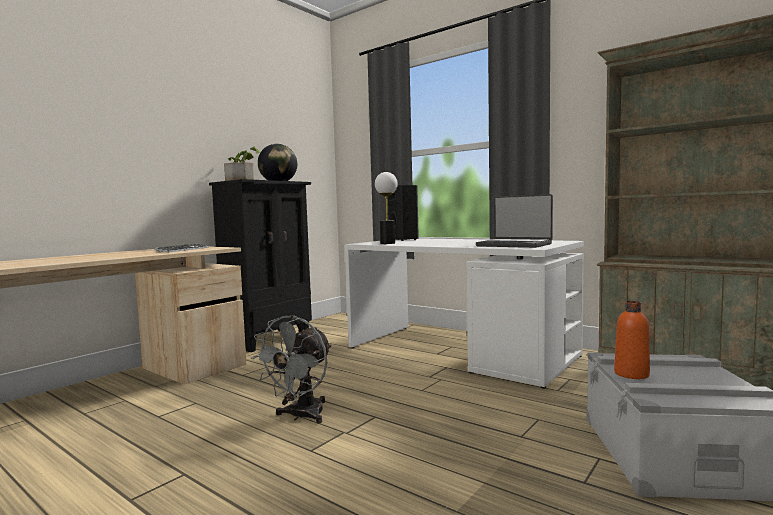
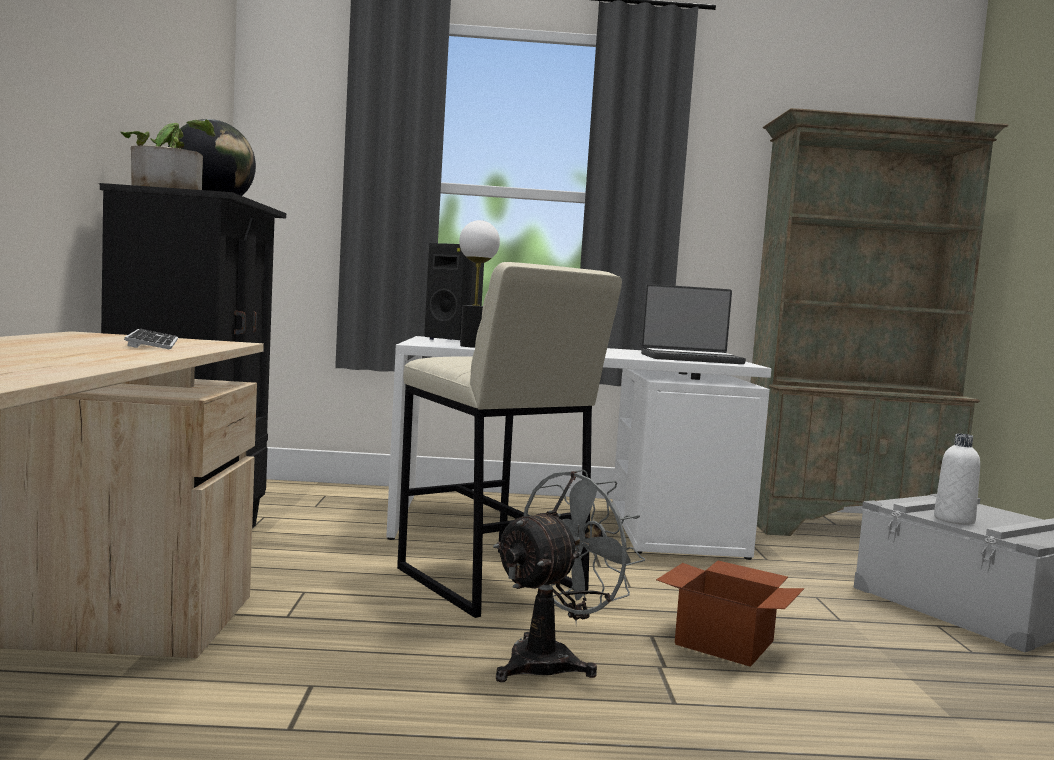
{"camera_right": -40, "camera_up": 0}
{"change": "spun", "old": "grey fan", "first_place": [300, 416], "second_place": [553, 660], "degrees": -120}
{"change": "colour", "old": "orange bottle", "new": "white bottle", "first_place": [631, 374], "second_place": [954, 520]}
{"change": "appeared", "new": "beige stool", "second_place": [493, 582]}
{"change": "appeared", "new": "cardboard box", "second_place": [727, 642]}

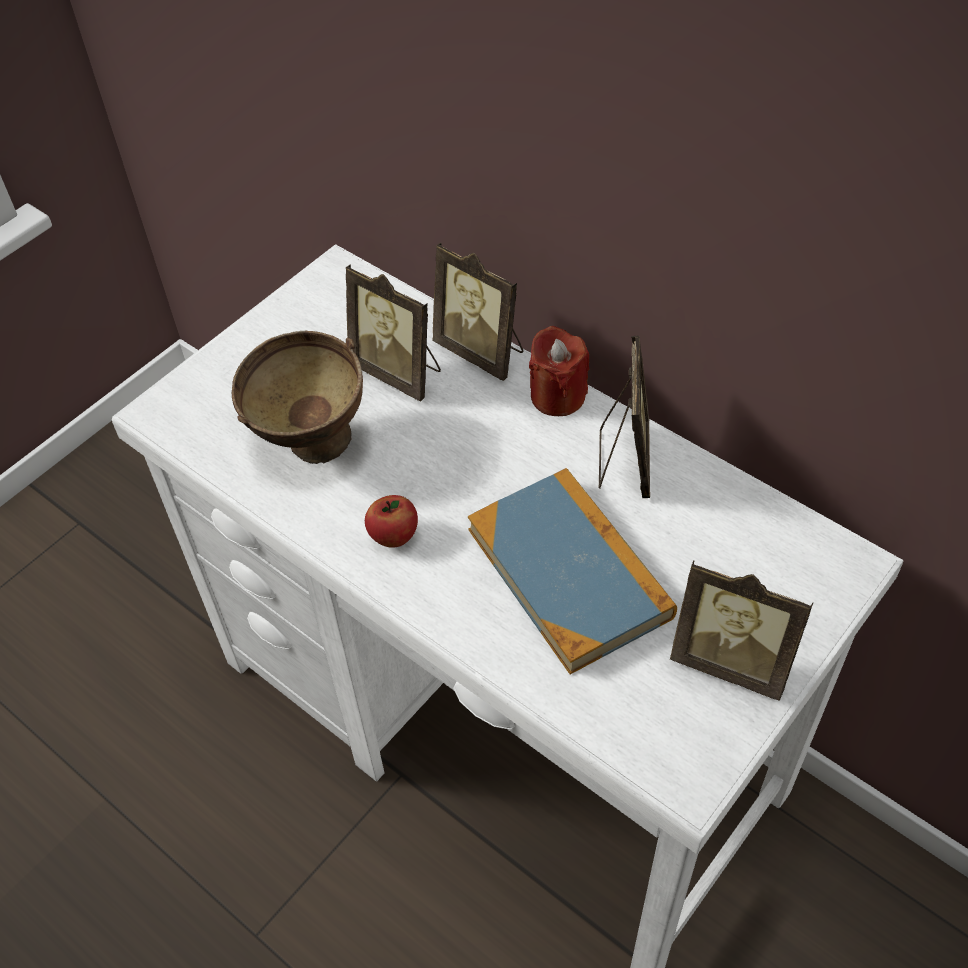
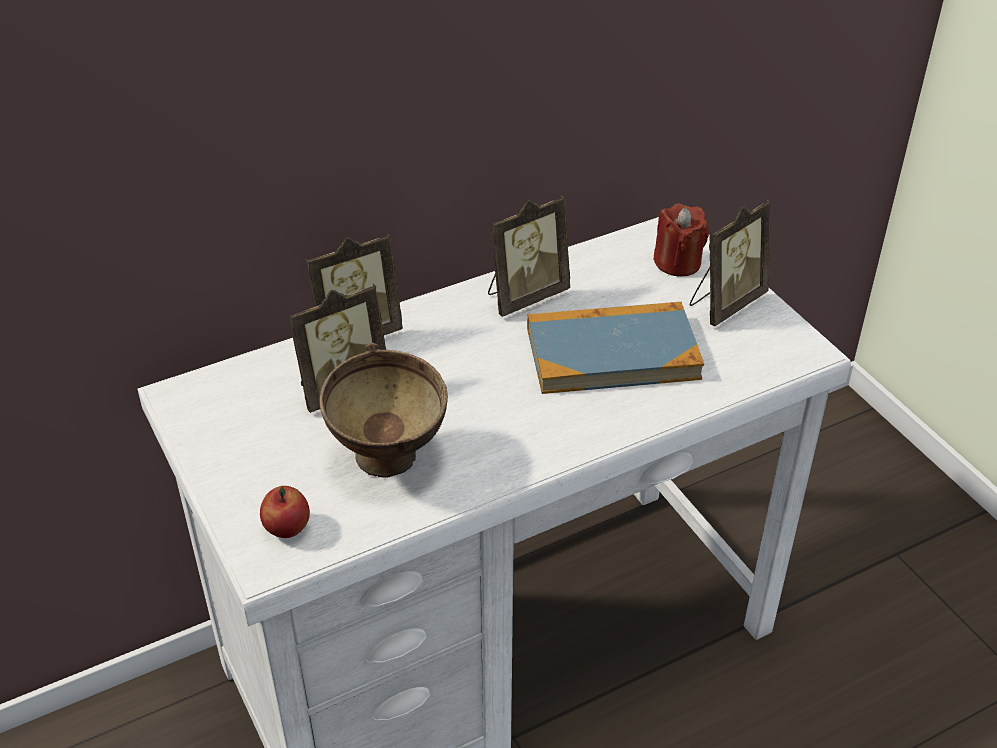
{"camera_right": -70, "camera_up": -10}
{"change": "relocated", "old": "apple", "first_place": [393, 536], "second_place": [287, 529]}
{"change": "relocated", "old": "red candle", "first_place": [557, 396], "second_place": [677, 263]}
{"change": "spun", "old": "picture frame", "first_place": [624, 461], "second_place": [525, 296], "degrees": 120}

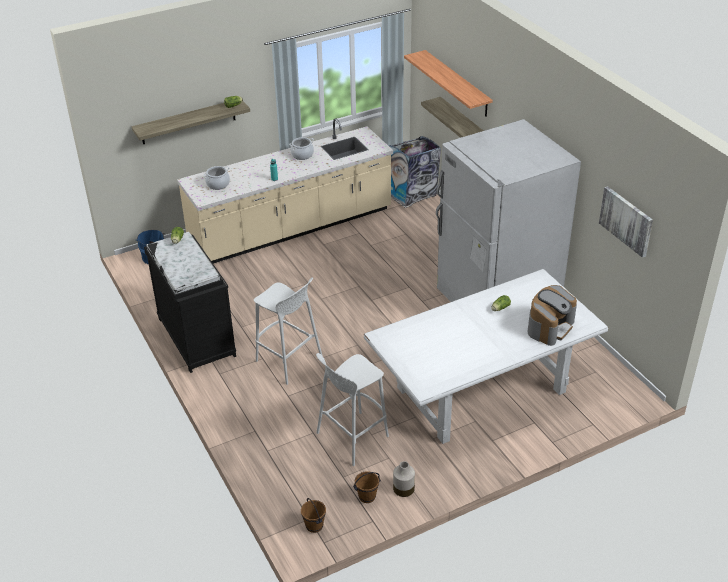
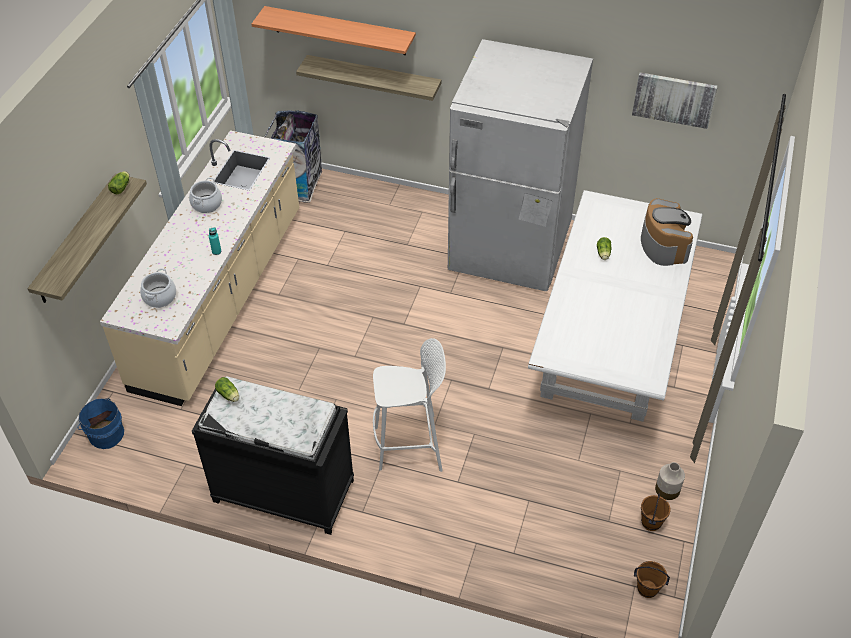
{"camera_right": -45, "camera_up": 10}
{"change": "missing", "old": "white stool", "first_place": [353, 437]}

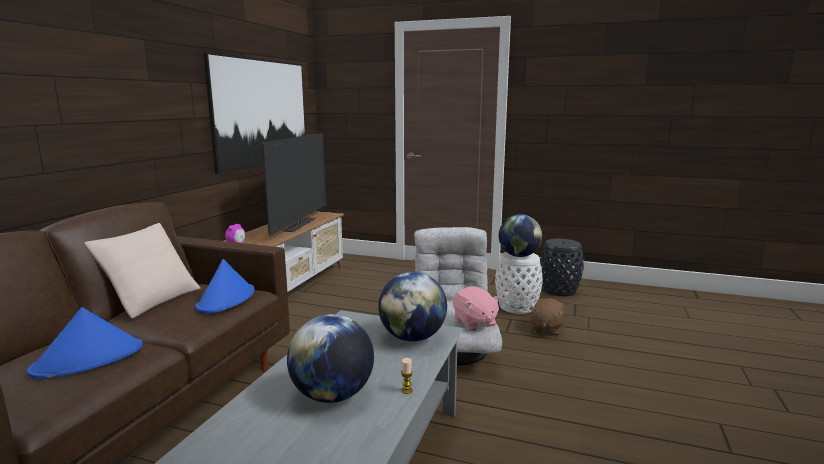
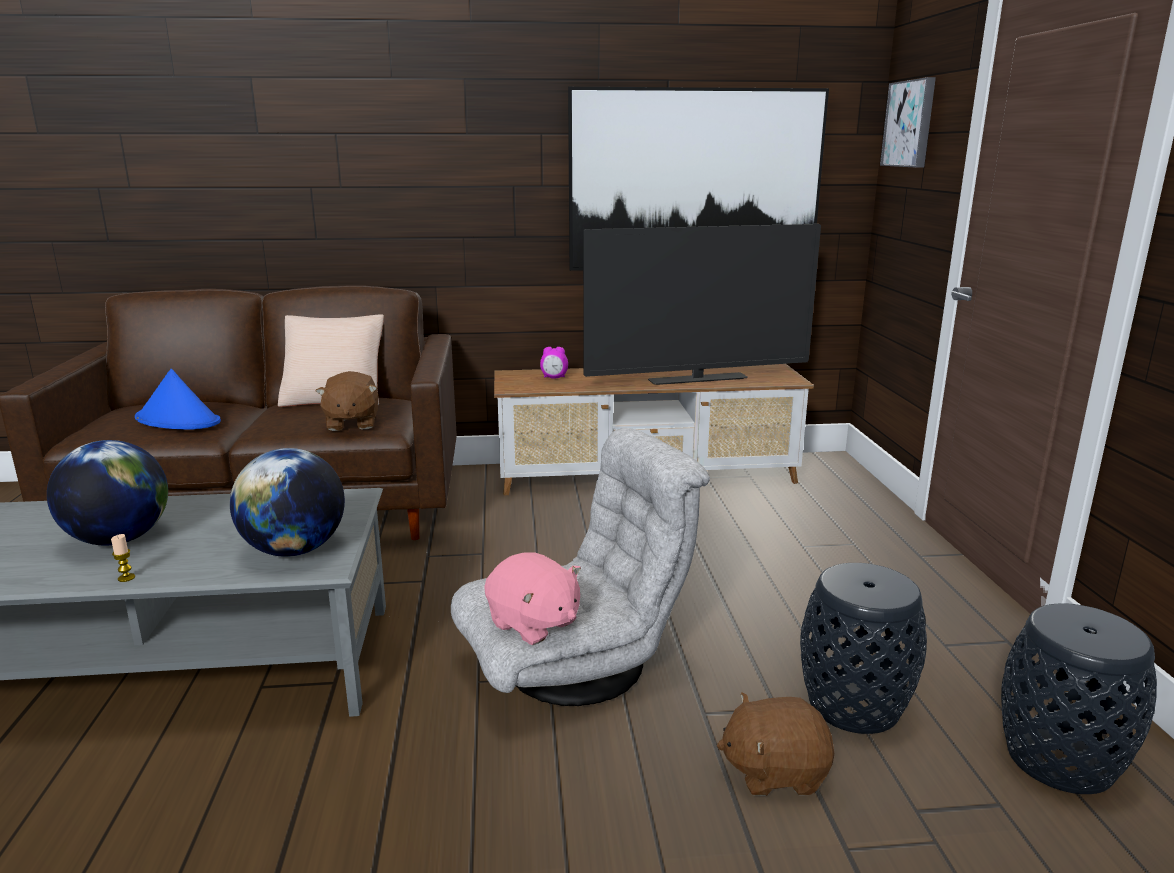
{"camera_right": 65, "camera_up": 5}
{"change": "exchanged", "old": "blue hat", "new": "brown plush toy", "first_place": [226, 299], "second_place": [351, 423]}
{"change": "spun", "old": "pink plush toy", "first_place": [474, 323], "second_place": [533, 624], "degrees": -90}
{"change": "colour", "old": "white stool", "new": "black stool", "first_place": [517, 307], "second_place": [854, 706]}
{"change": "missing", "old": "globe", "first_place": [519, 256]}
{"change": "appeared", "new": "picture", "second_place": [910, 124]}

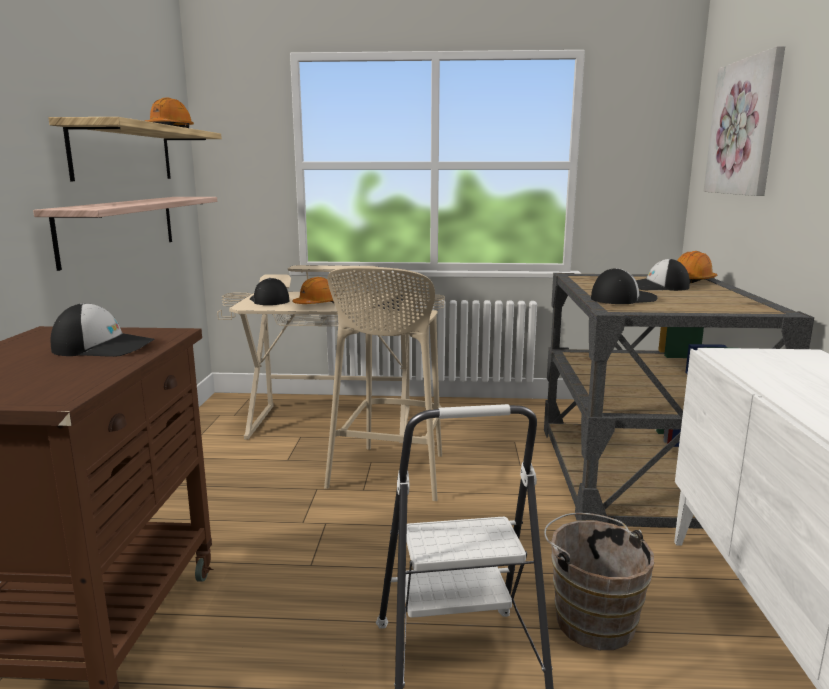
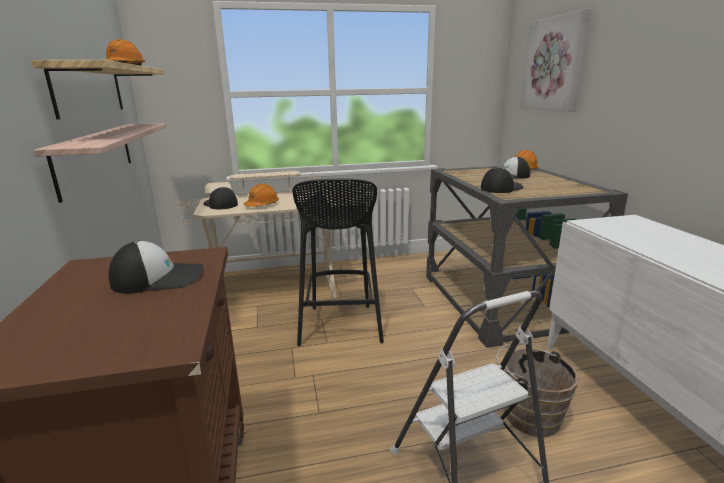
{"camera_right": -15, "camera_up": 5}
{"change": "colour", "old": "beige stool", "new": "black stool", "first_place": [391, 473], "second_place": [340, 326]}

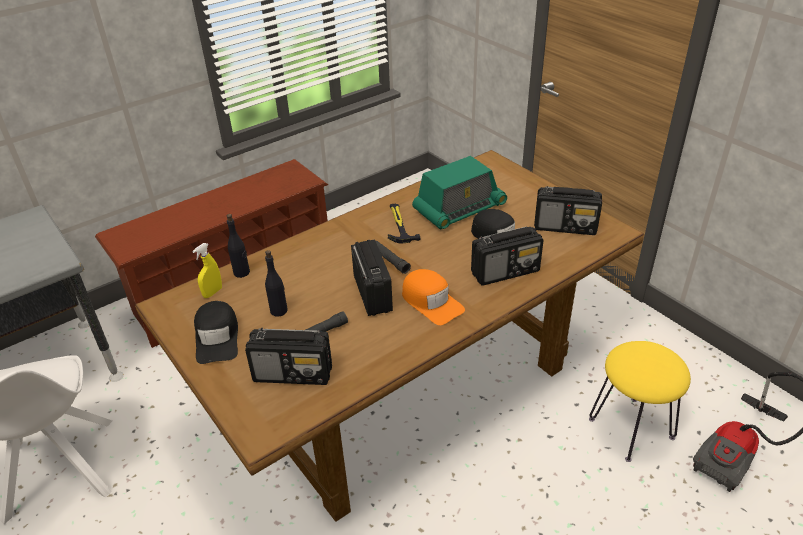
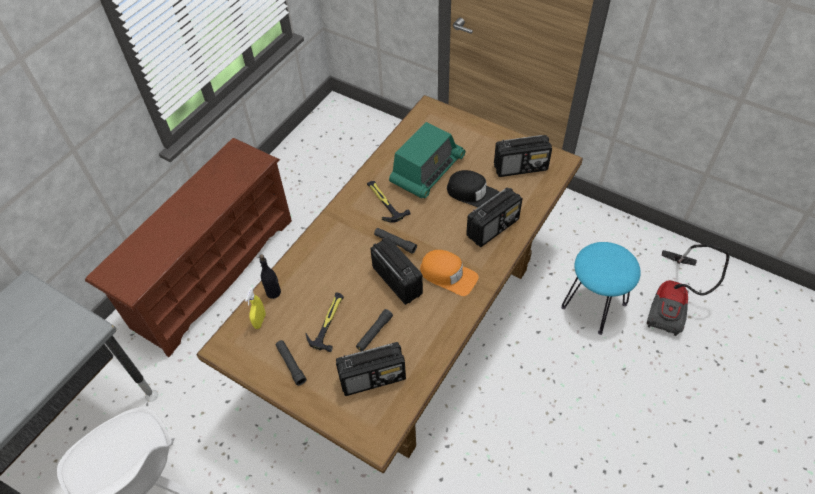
{"camera_right": -20, "camera_up": 15}
{"change": "exchanged", "old": "black cap", "new": "black flashlight", "first_place": [217, 337], "second_place": [291, 364]}
{"change": "exchanged", "old": "black bottle", "new": "hammer", "first_place": [279, 310], "second_place": [328, 321]}
{"change": "colour", "old": "yellow stool", "new": "turquoise stool", "first_place": [631, 428], "second_place": [594, 306]}

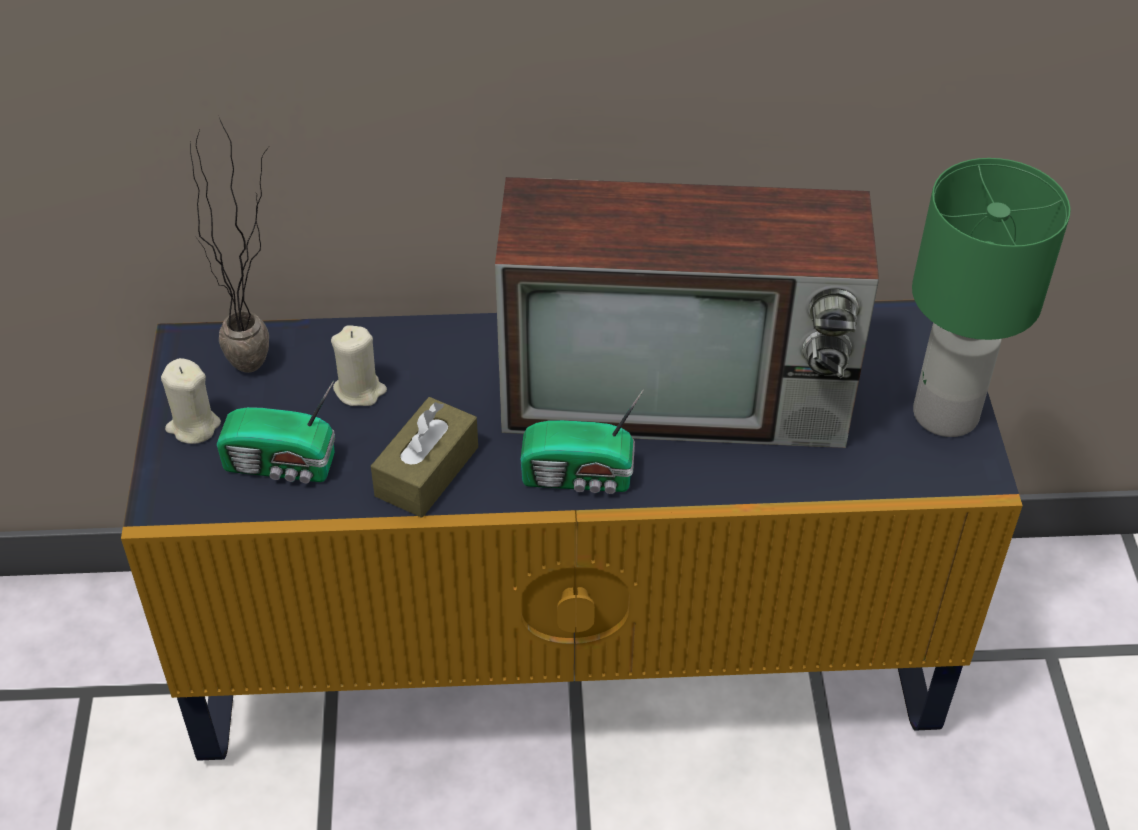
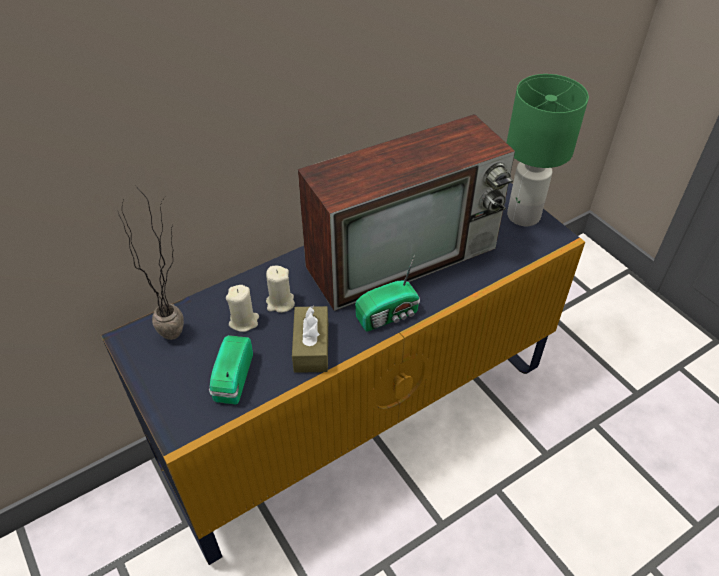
{"camera_right": -30, "camera_up": 0}
{"change": "relocated", "old": "beige candle", "first_place": [193, 426], "second_place": [280, 303]}
{"change": "spun", "old": "radio", "first_place": [282, 465], "second_place": [231, 379], "degrees": 120}

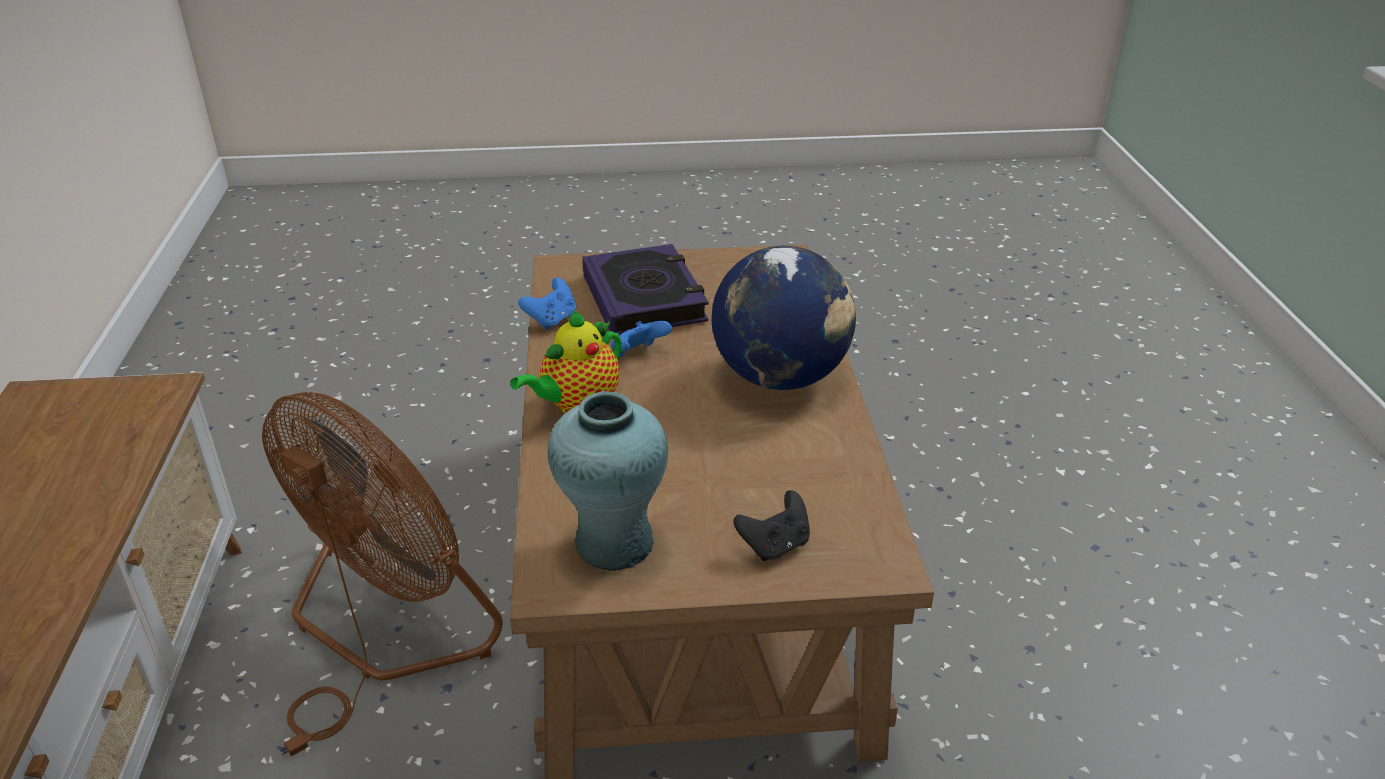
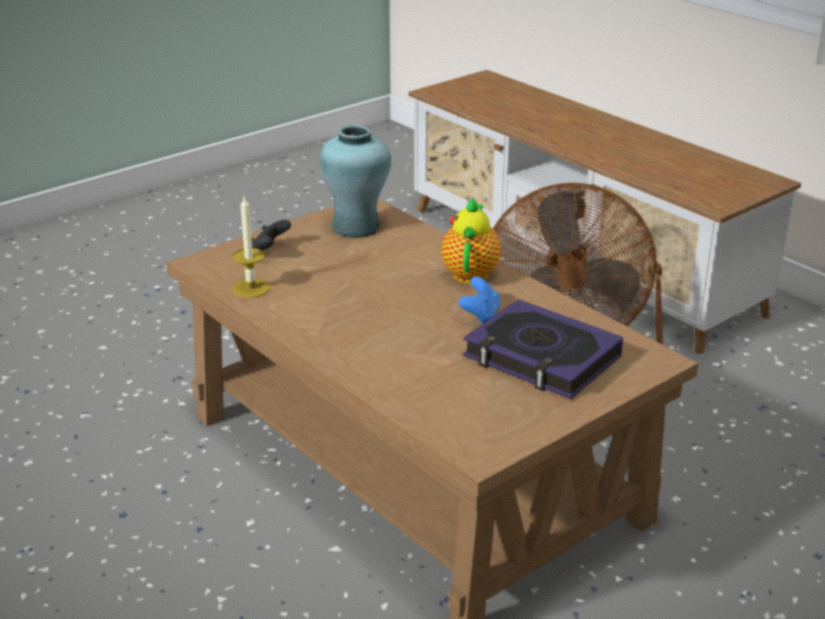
{"camera_right": 145, "camera_up": -5}
{"change": "missing", "old": "blue game controller", "first_place": [552, 320]}
{"change": "missing", "old": "globe", "first_place": [780, 377]}
{"change": "appeared", "new": "candle", "second_place": [251, 288]}

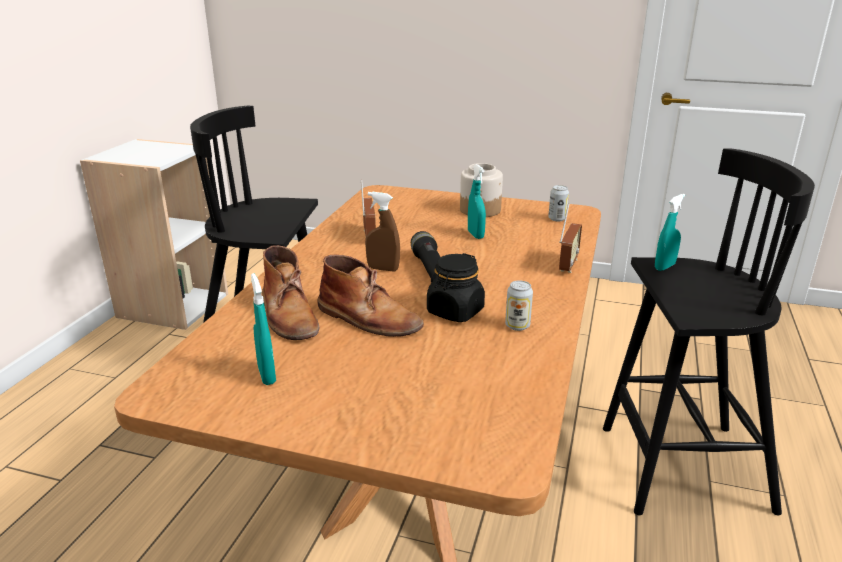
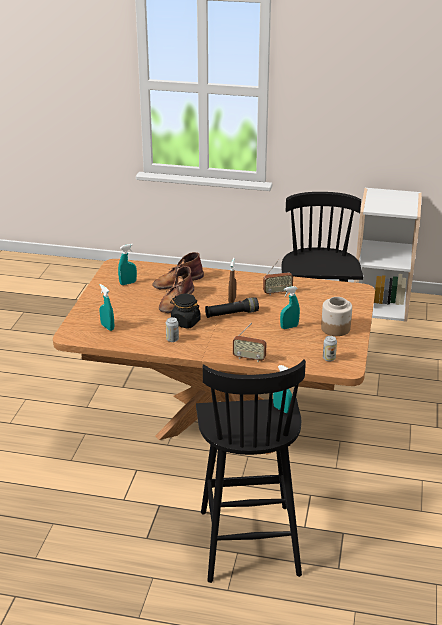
{"camera_right": 85, "camera_up": 5}
{"change": "appeared", "new": "turquoise spray bottle", "second_place": [107, 327]}

